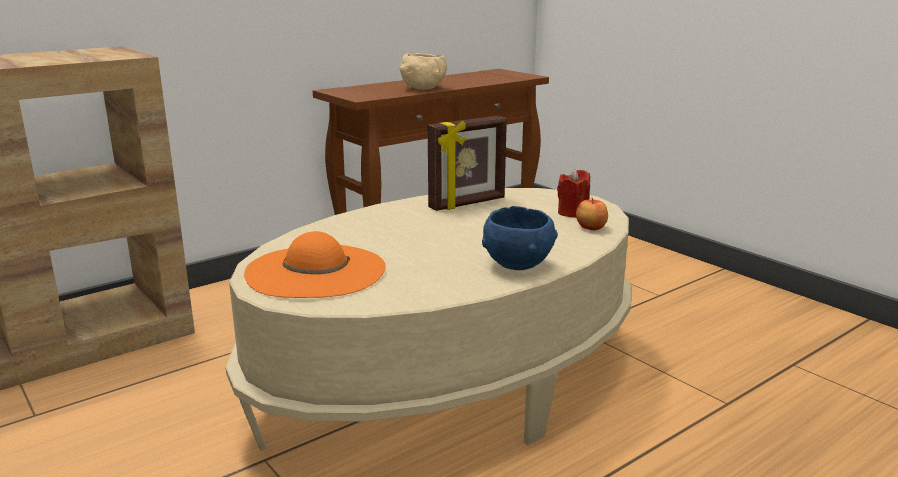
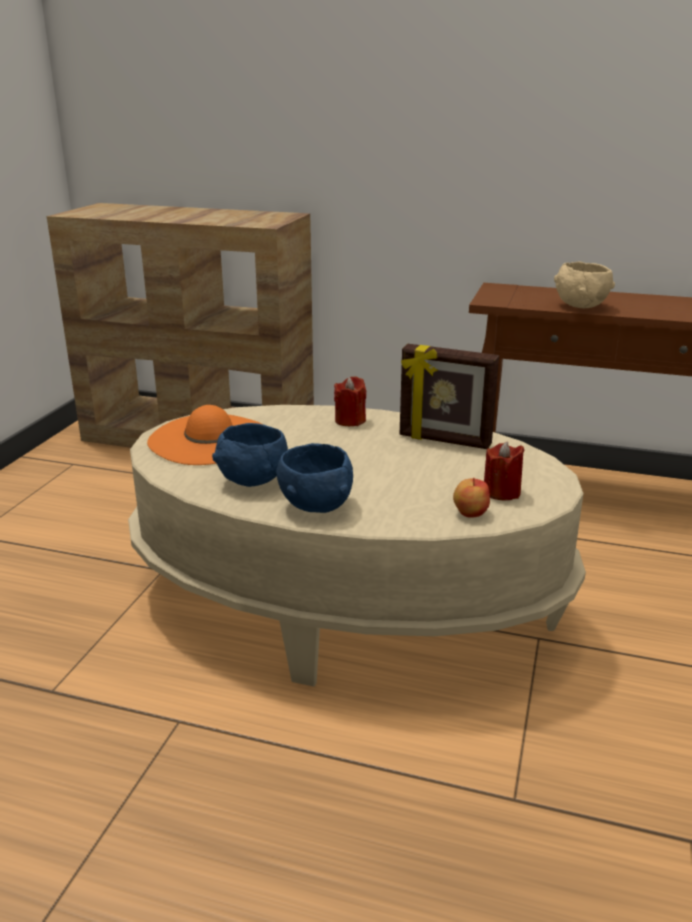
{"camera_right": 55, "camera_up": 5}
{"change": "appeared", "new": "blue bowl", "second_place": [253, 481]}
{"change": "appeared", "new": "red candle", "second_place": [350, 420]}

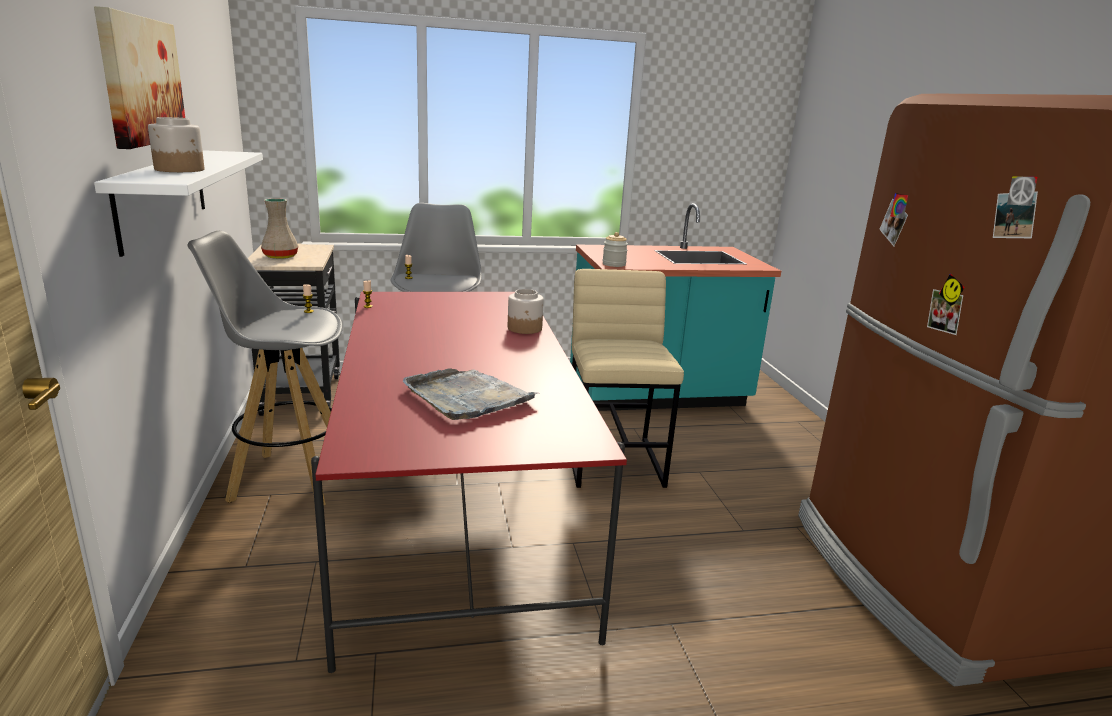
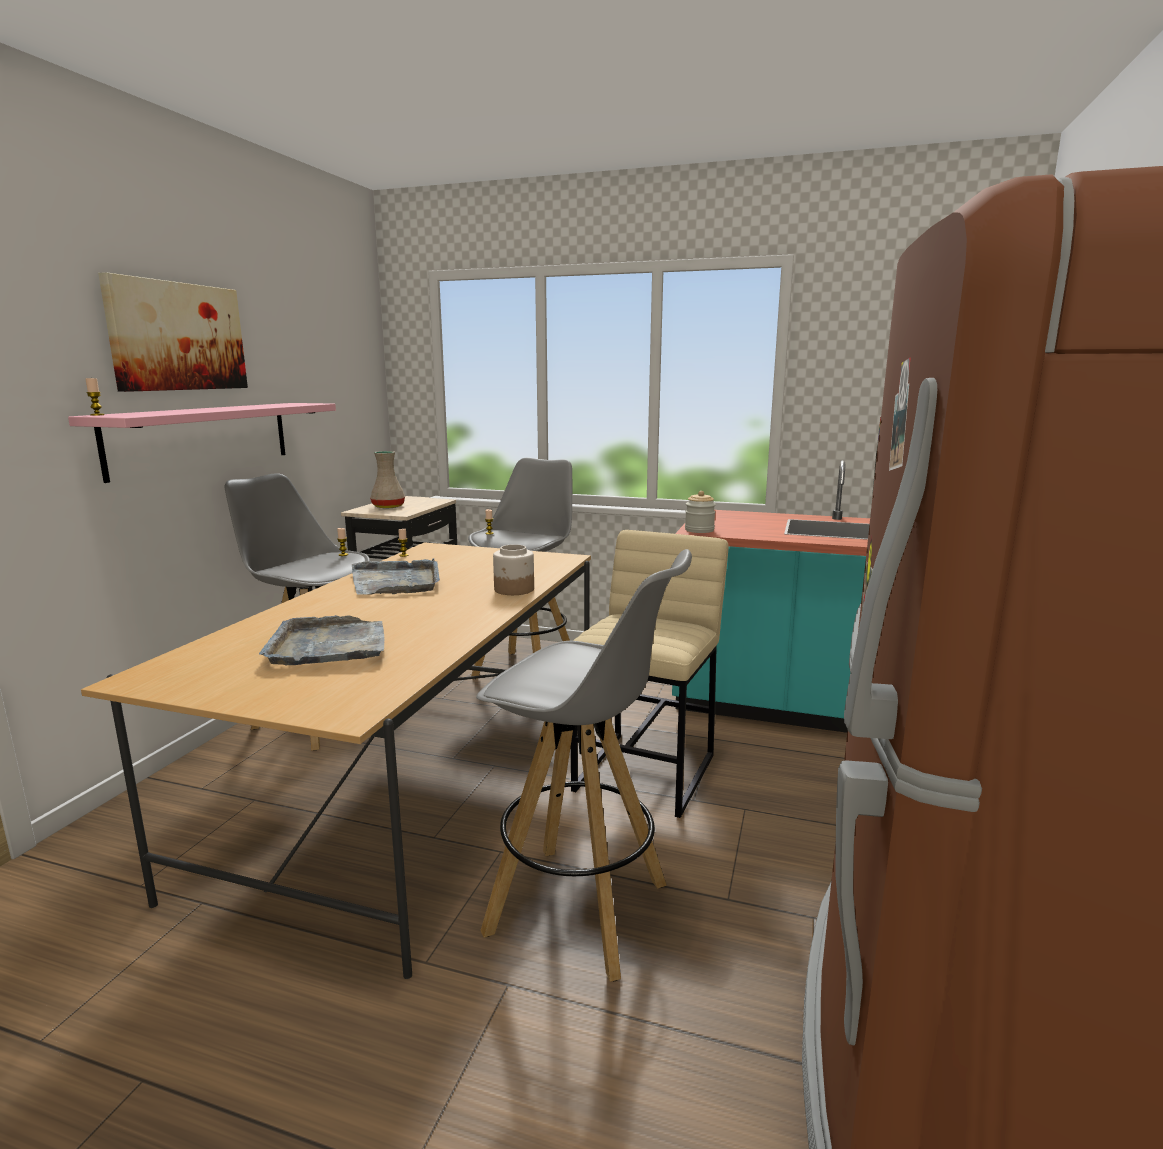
{"camera_right": 30, "camera_up": -5}
{"change": "colour", "old": "white shelf", "new": "pink shelf", "first_place": [163, 196], "second_place": [202, 438]}
{"change": "missing", "old": "jar", "first_place": [180, 170]}
{"change": "colour", "old": "red dining table", "new": "beige dining table", "first_place": [457, 517], "second_place": [416, 791]}
{"change": "appeared", "new": "candle", "second_place": [97, 415]}
{"change": "appeared", "new": "grey tray", "second_place": [396, 581]}
{"change": "appeared", "new": "grey stool", "second_place": [580, 910]}

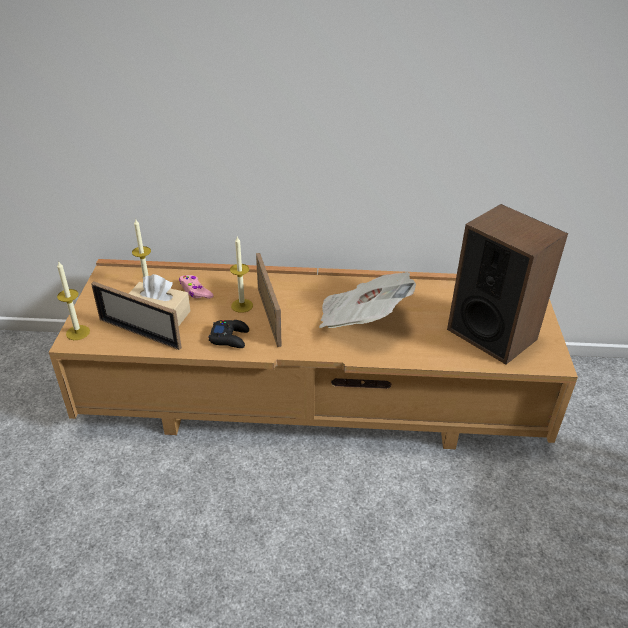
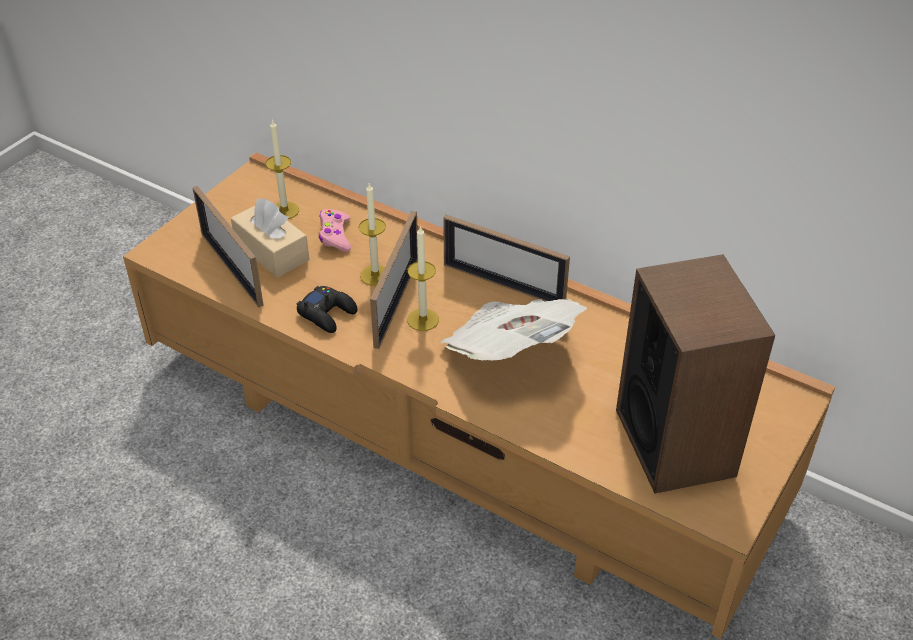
{"camera_right": 30, "camera_up": 5}
{"change": "relocated", "old": "candle", "first_place": [78, 332], "second_place": [423, 319]}
{"change": "appeared", "new": "picture frame", "second_place": [503, 284]}

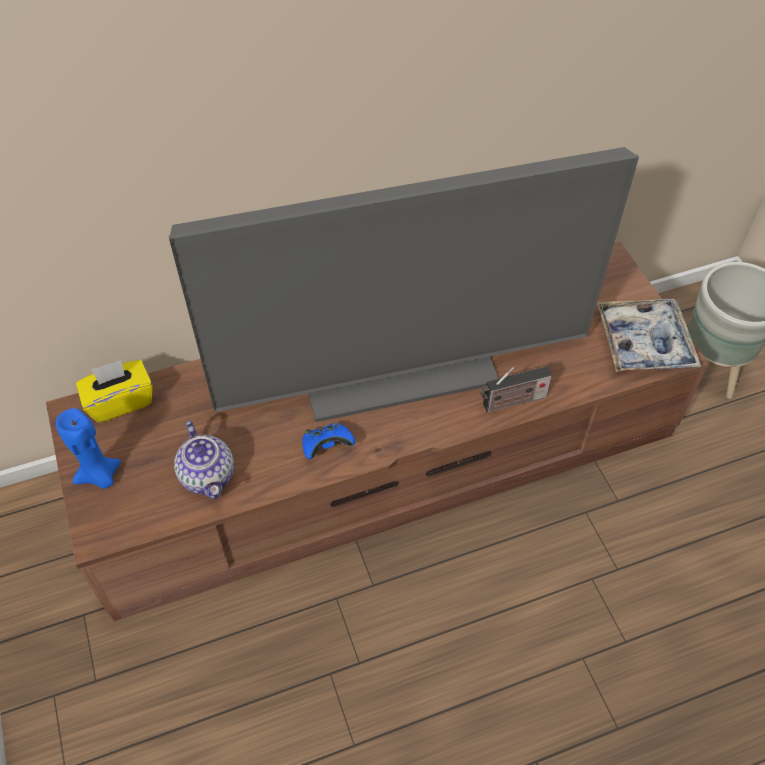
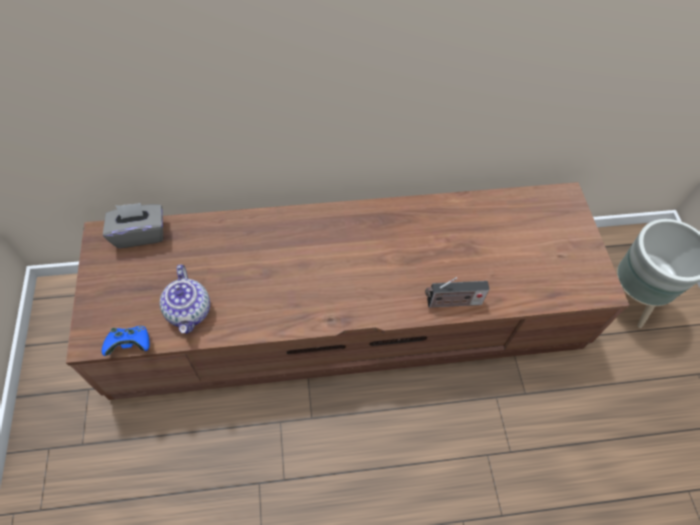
{"camera_right": 10, "camera_up": 5}
{"change": "missing", "old": "blue candle", "first_place": [100, 476]}
{"change": "colour", "old": "yellow tissue box", "new": "grey tissue box", "first_place": [120, 401], "second_place": [140, 234]}
{"change": "missing", "old": "television", "first_place": [399, 366]}
{"change": "relocated", "old": "blue game controller", "first_place": [327, 446], "second_place": [130, 344]}
{"change": "missing", "old": "tray", "first_place": [644, 342]}

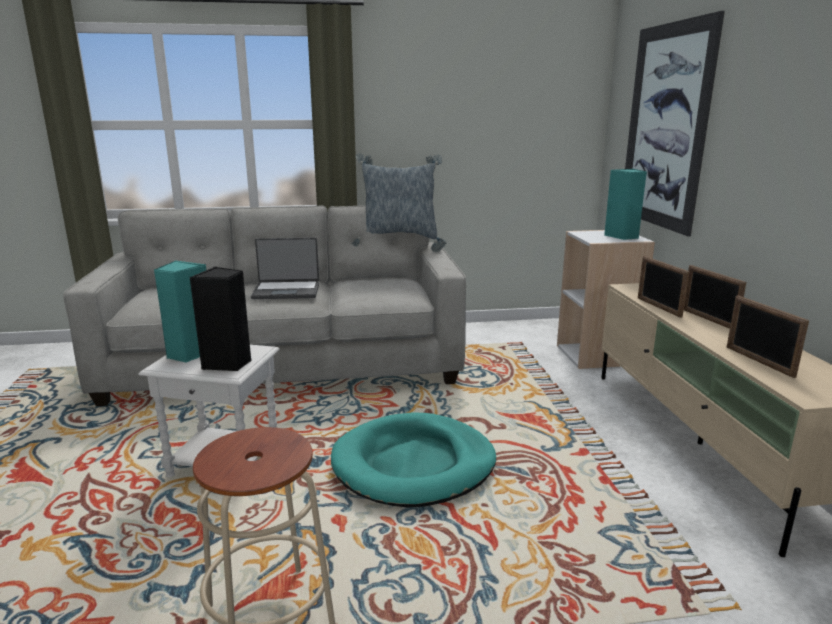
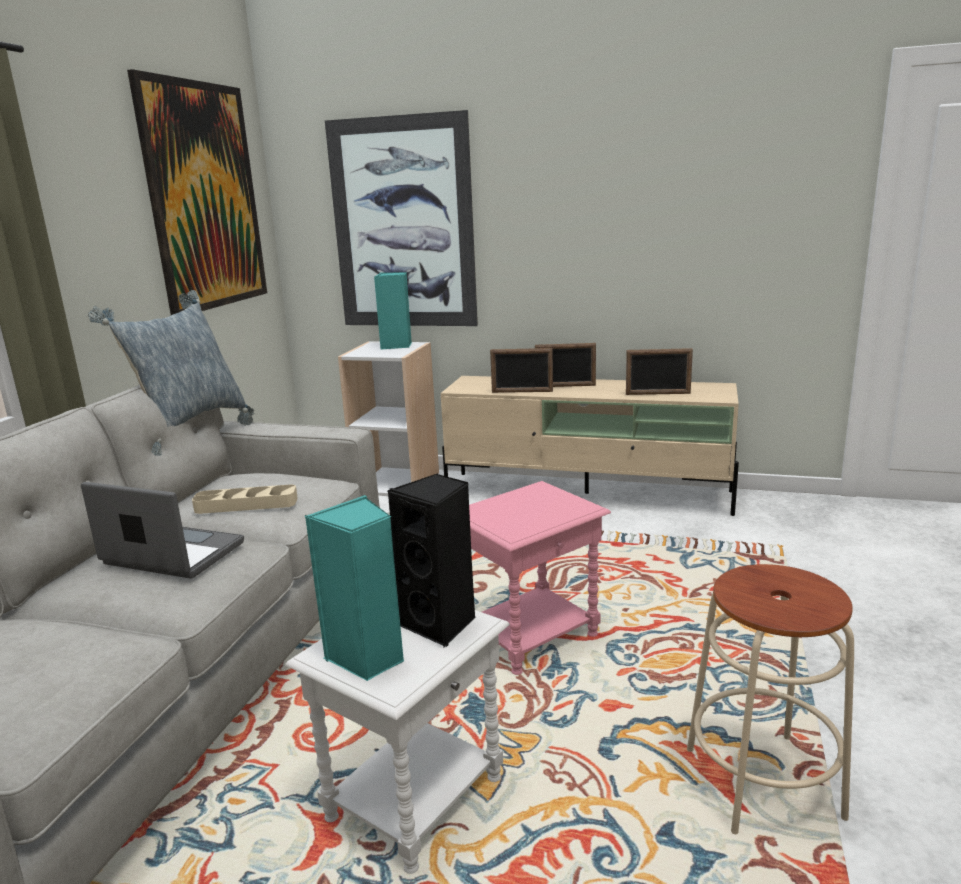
{"camera_right": -65, "camera_up": 0}
{"change": "spun", "old": "laptop", "first_place": [286, 291], "second_place": [171, 555], "degrees": -90}
{"change": "exchanged", "old": "turquoise dog bed", "new": "pink side table", "first_place": [414, 465], "second_place": [529, 634]}
{"change": "appeared", "new": "picture", "second_place": [204, 197]}
{"change": "appeared", "new": "beige tray", "second_place": [246, 504]}

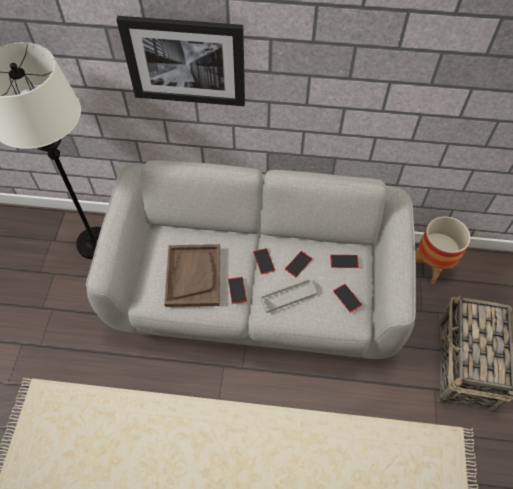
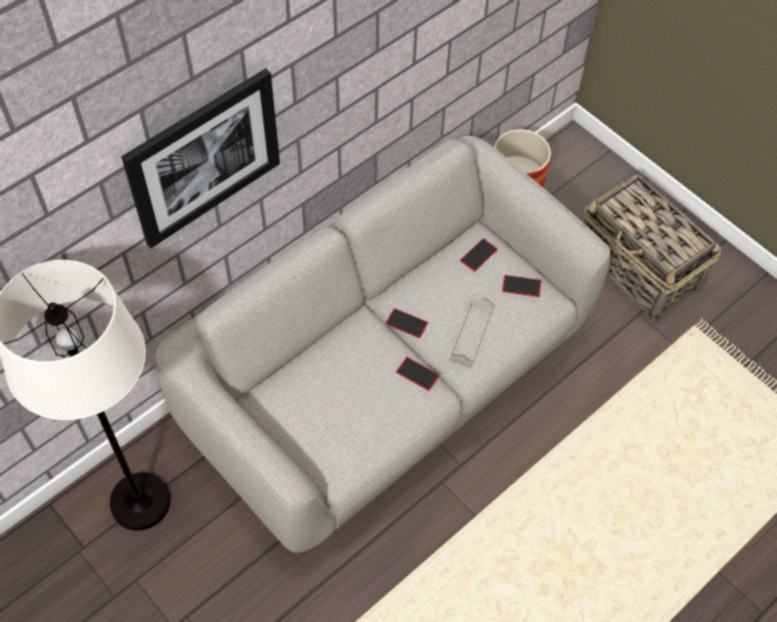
{"camera_right": -50, "camera_up": 0}
{"change": "missing", "old": "brown tray", "first_place": [193, 276]}
{"change": "missing", "old": "phone", "first_place": [298, 264]}

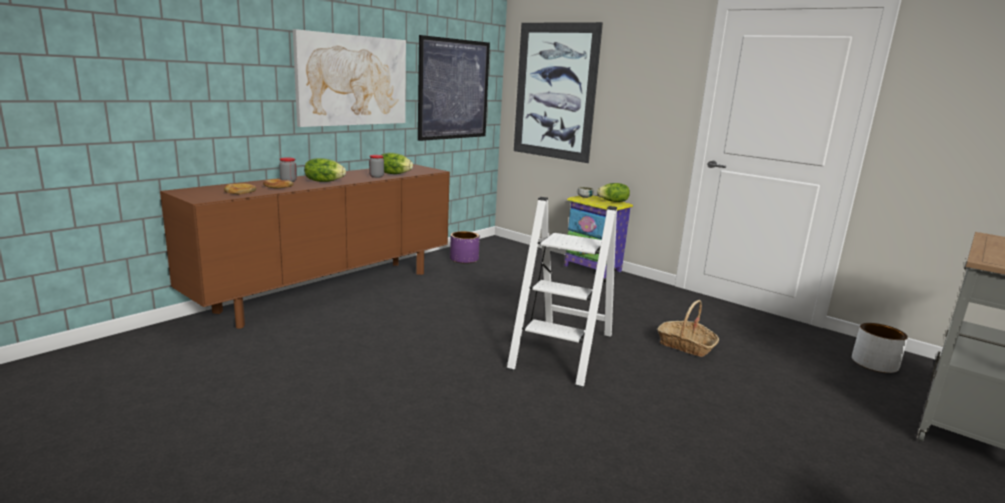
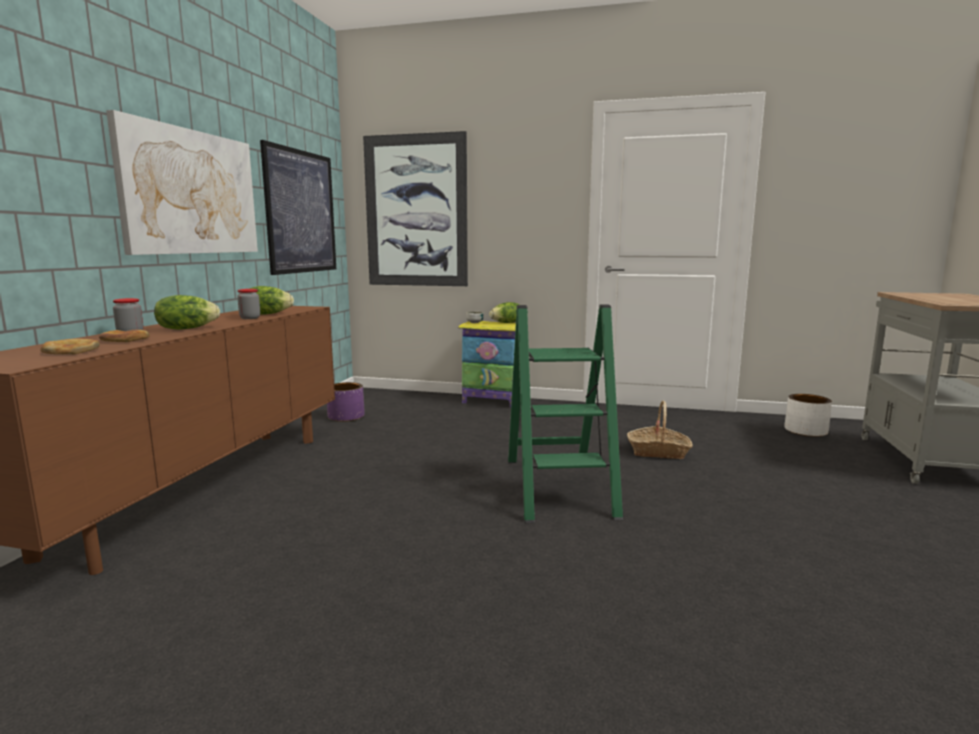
{"camera_right": -25, "camera_up": -5}
{"change": "colour", "old": "white step ladder", "new": "green step ladder", "first_place": [563, 350], "second_place": [558, 486]}

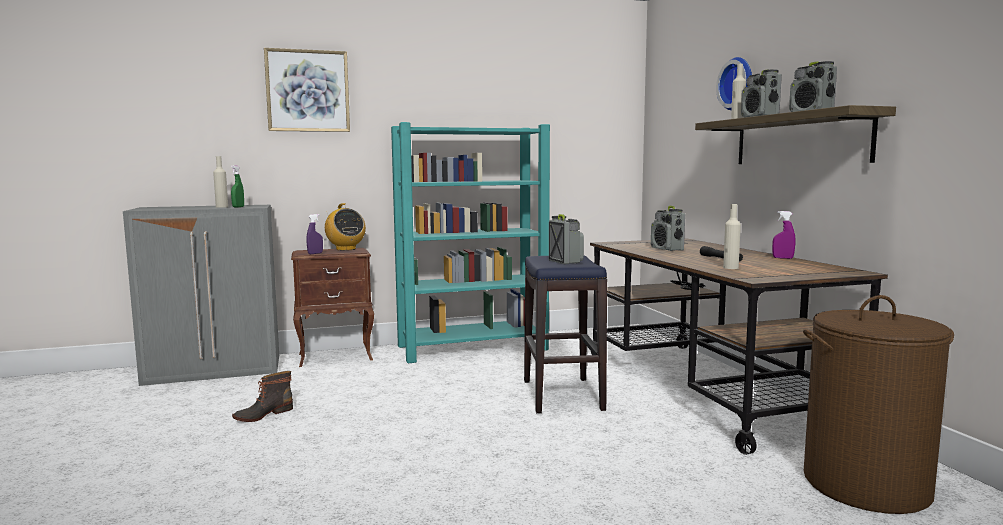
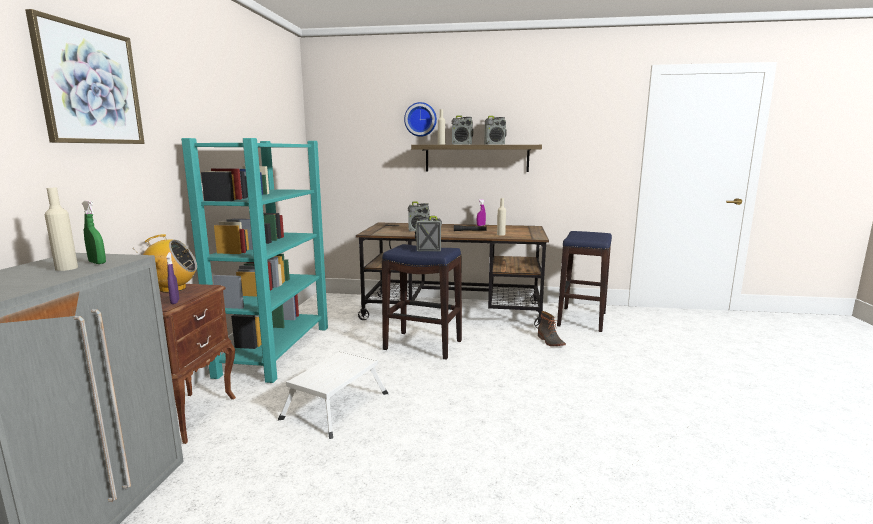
{"camera_right": -65, "camera_up": 5}
{"change": "relocated", "old": "boot", "first_place": [263, 414], "second_place": [550, 341]}
{"change": "exchanged", "old": "brown laundry basket", "new": "stool", "first_place": [865, 484], "second_place": [581, 319]}
{"change": "appeared", "new": "white step ladder", "second_place": [336, 405]}

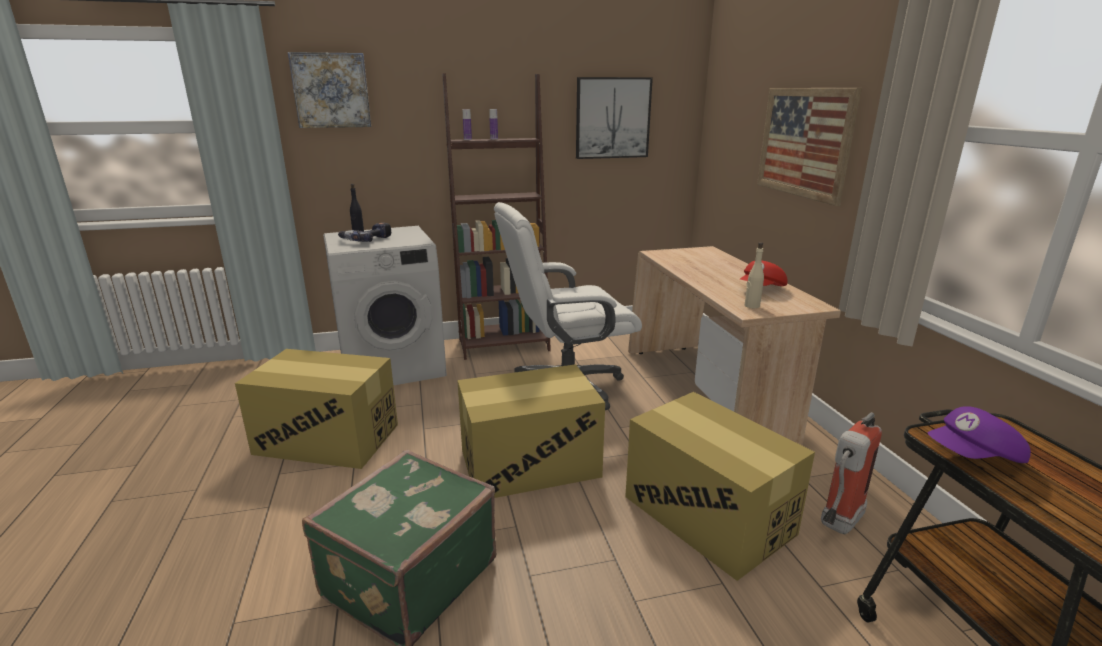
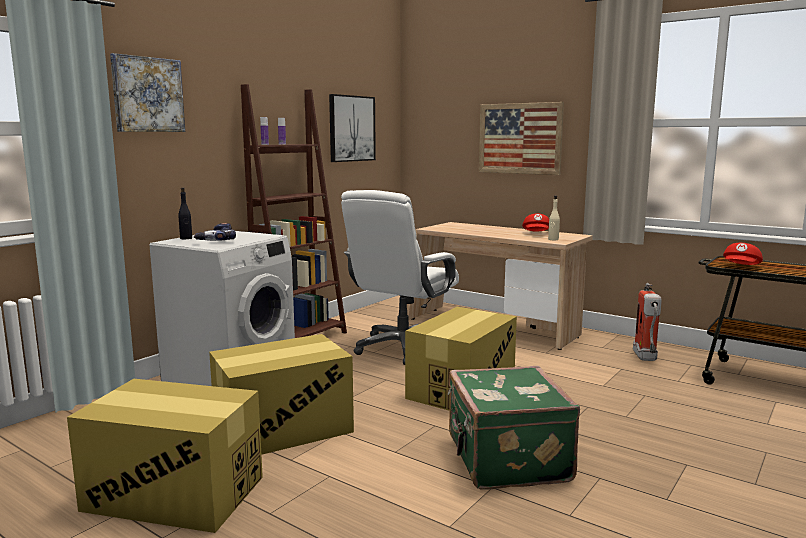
{"camera_right": -40, "camera_up": -10}
{"change": "relocated", "old": "cardboard box", "first_place": [708, 515], "second_place": [175, 493]}
{"change": "colour", "old": "purple cap", "new": "red cap", "first_place": [974, 457], "second_place": [741, 267]}

